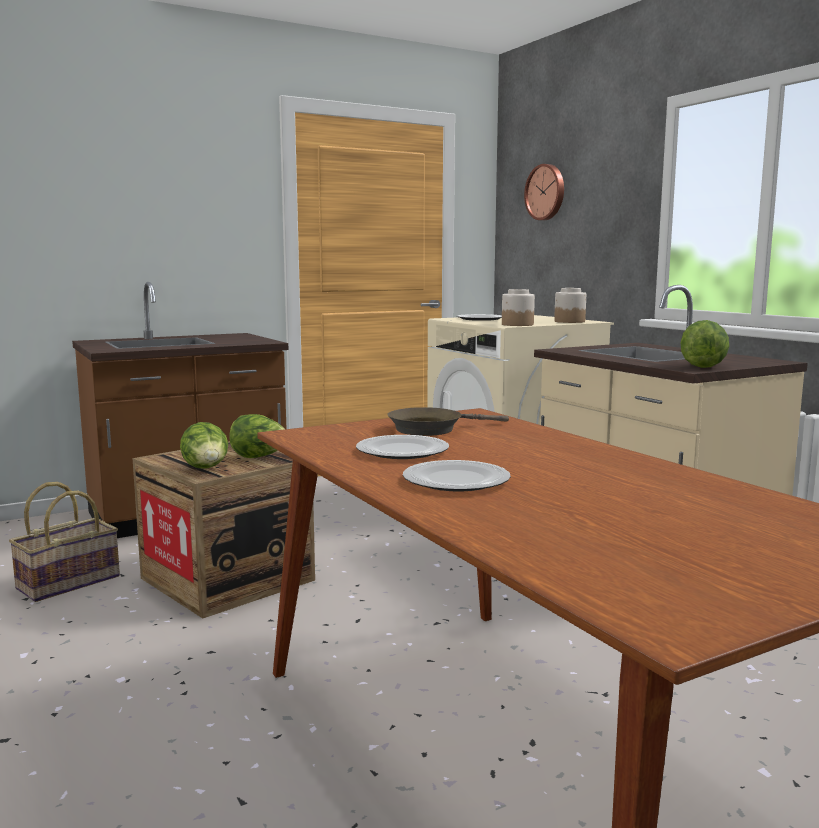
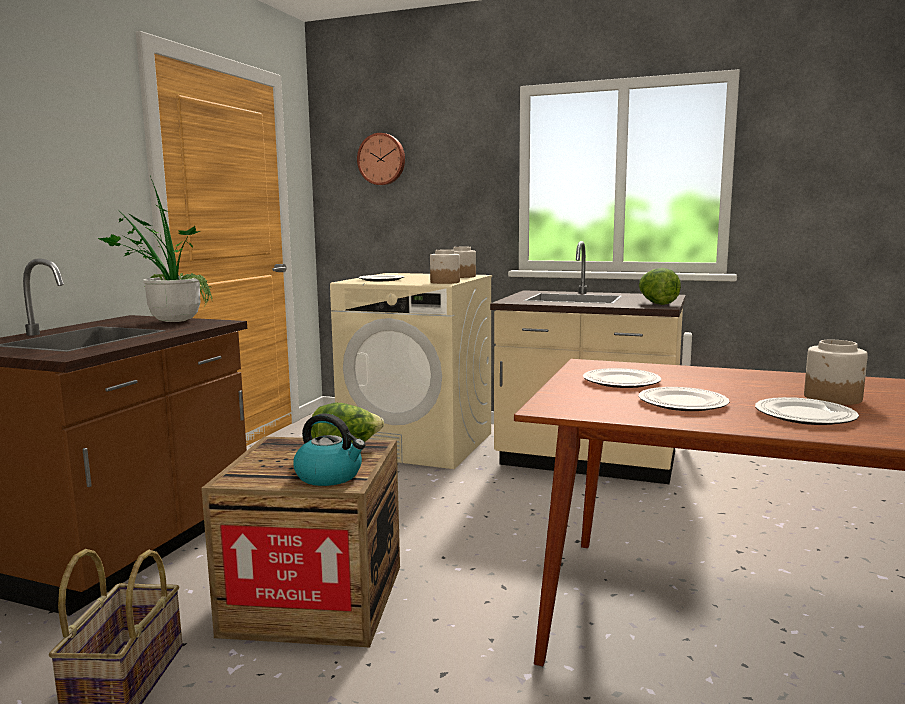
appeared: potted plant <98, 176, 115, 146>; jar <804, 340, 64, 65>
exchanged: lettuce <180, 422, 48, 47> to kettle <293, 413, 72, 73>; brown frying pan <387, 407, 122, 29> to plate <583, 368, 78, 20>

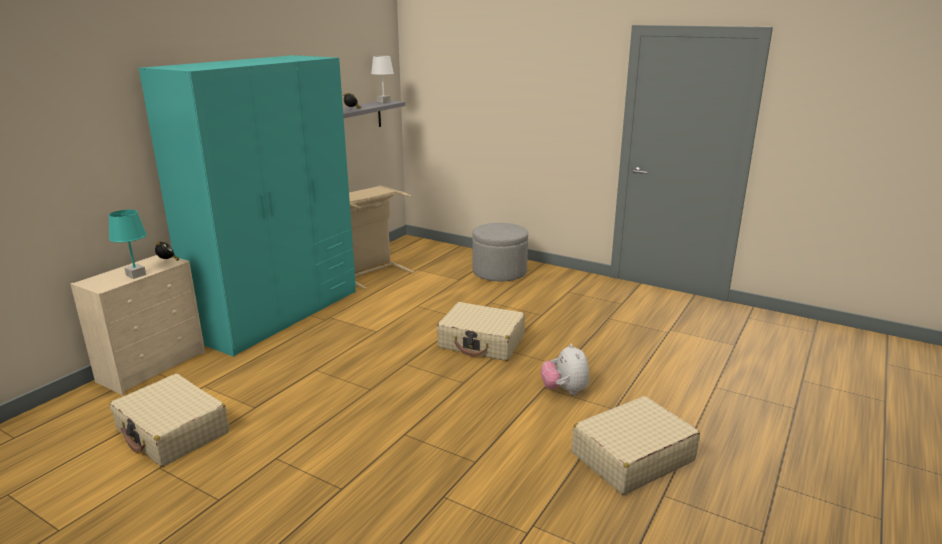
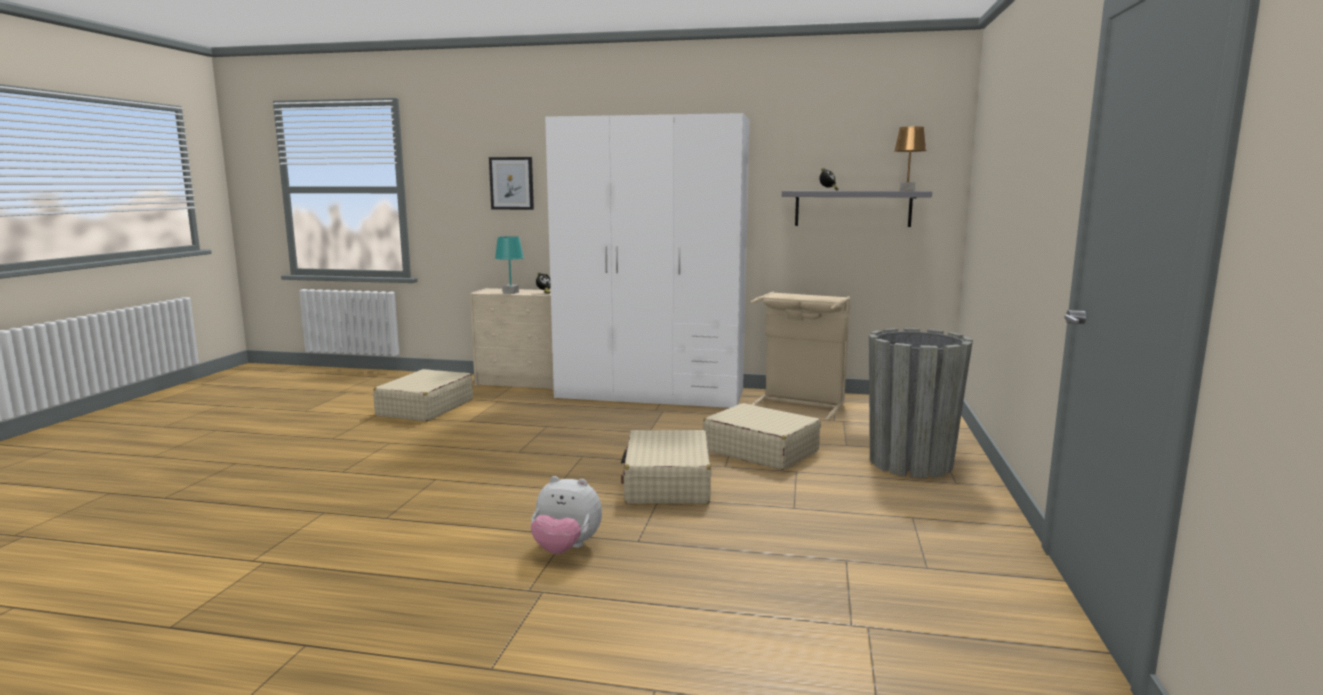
appeared: picture <489, 157, 45, 53>
relocated: beige suitcase <572, 396, 128, 99> to <703, 403, 118, 67>
exchanged: grey ottoman <472, 223, 56, 59> to grey planter <869, 328, 104, 150>
colour: turquoise wardrobe <139, 55, 217, 302> to white wardrobe <545, 113, 204, 295>; white table lamp <371, 56, 23, 47> to brown table lamp <894, 126, 33, 65>
spun: plush toy <541, 344, 48, 51> = <531, 476, 71, 78> 135 degrees counterclockwise

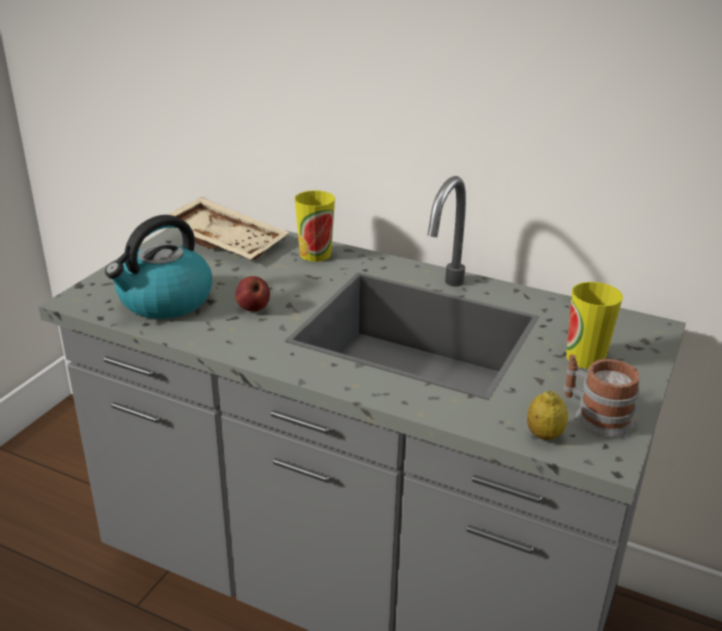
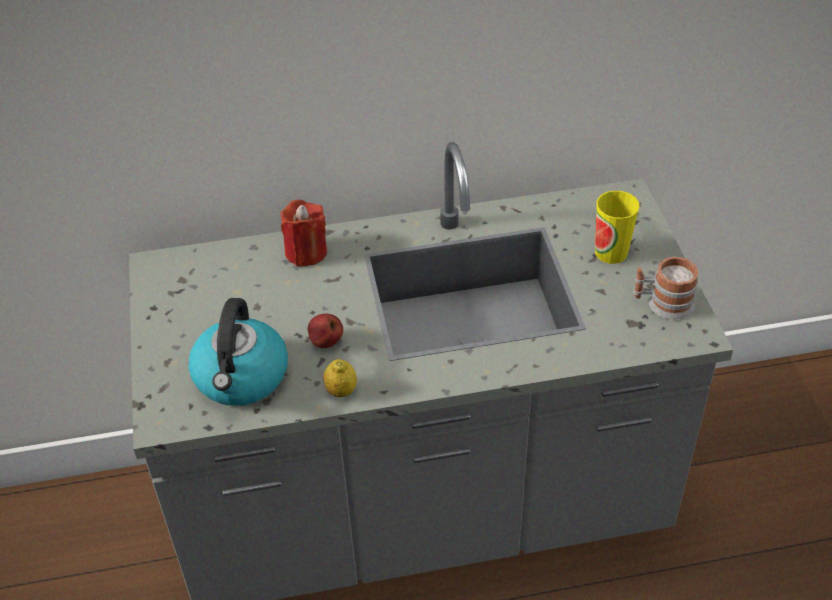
missing: beige tray <168, 197, 121, 63>
relocated: lemon <527, 390, 41, 50> to <323, 359, 34, 38>
exchanged: cup <294, 190, 41, 72> to red candle <281, 200, 46, 67>

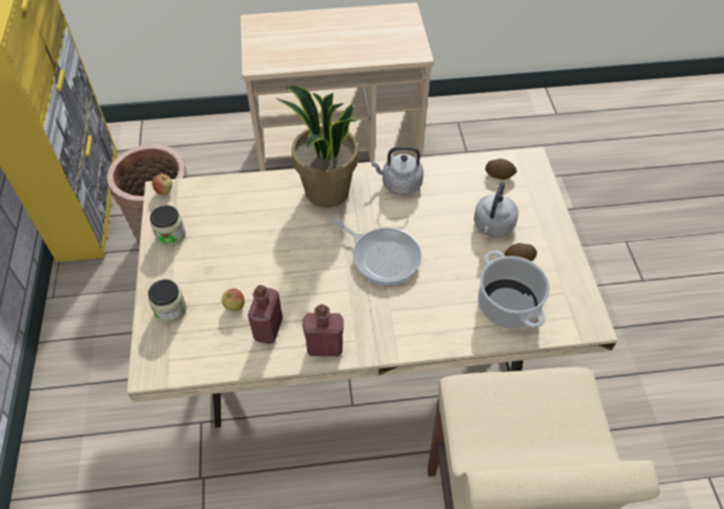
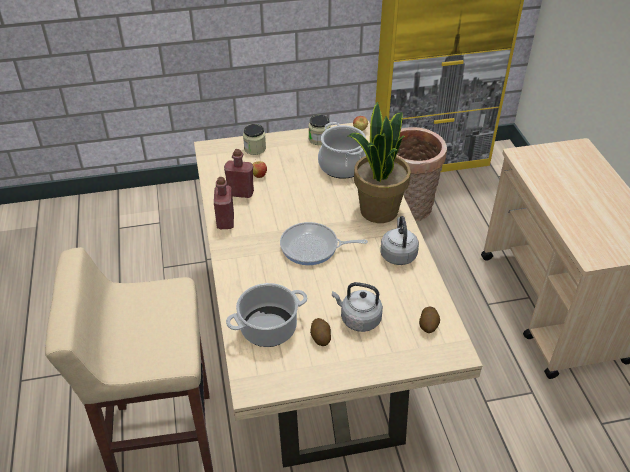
appeared: cooking pot <318, 122, 48, 57>
spun: frying pan <332, 219, 90, 66> = <280, 222, 88, 43> 60 degrees clockwise

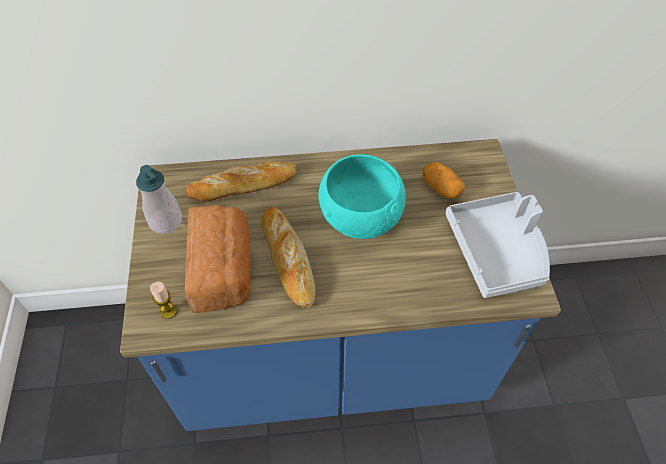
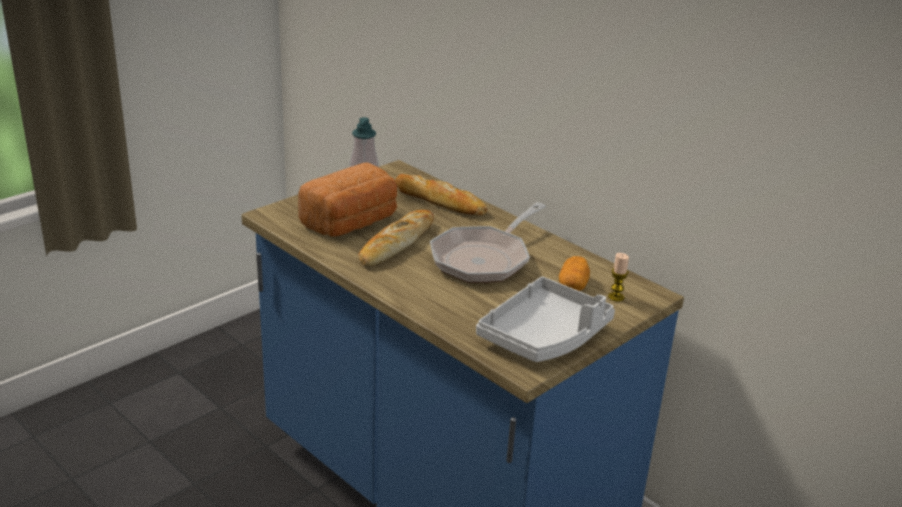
relocated: candle <150, 282, 27, 37> to <608, 253, 21, 49>
exchanged: turquoise bowl <319, 154, 87, 85> to frying pan <430, 202, 116, 81>

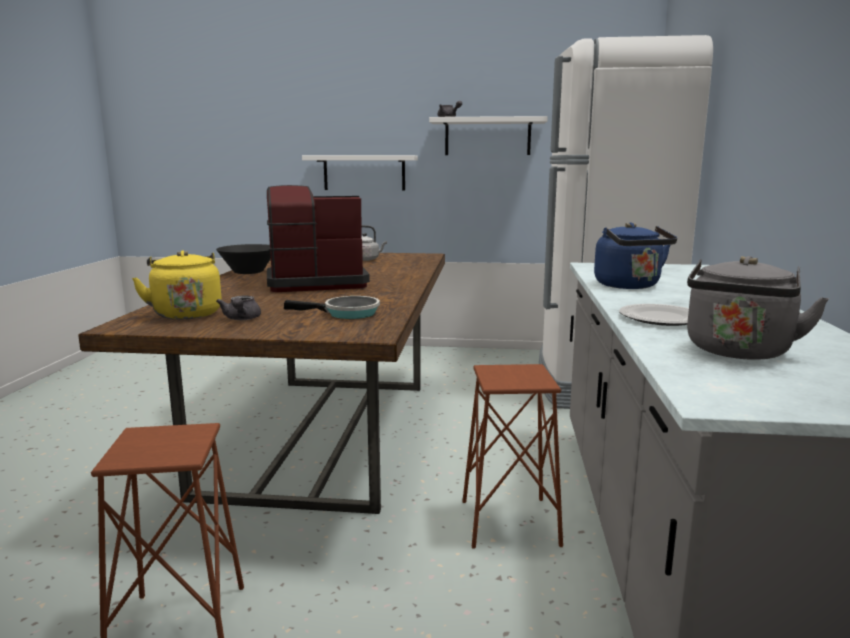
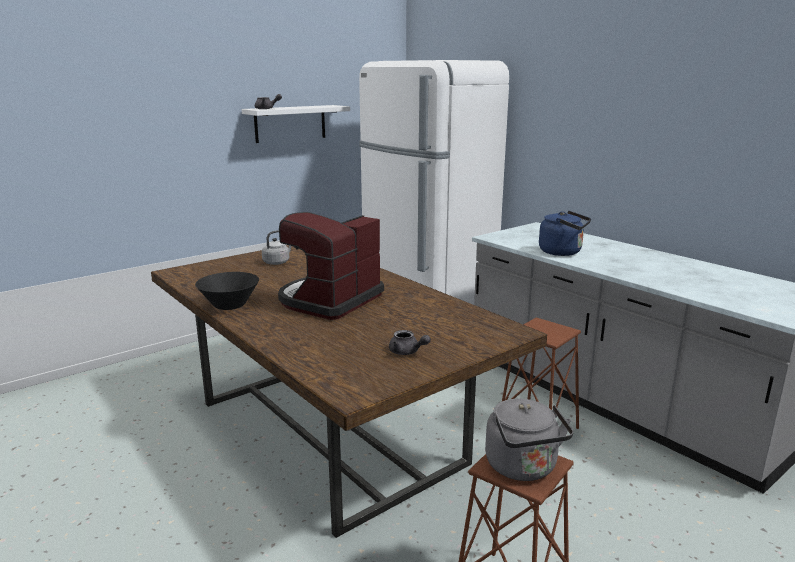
missing: yellow kettle <132, 251, 90, 68>; frying pan <284, 296, 96, 23>; white shelf <302, 155, 116, 35>; plate <619, 304, 70, 22>
relocated: grey kettle <687, 256, 142, 104> to <485, 399, 88, 82>

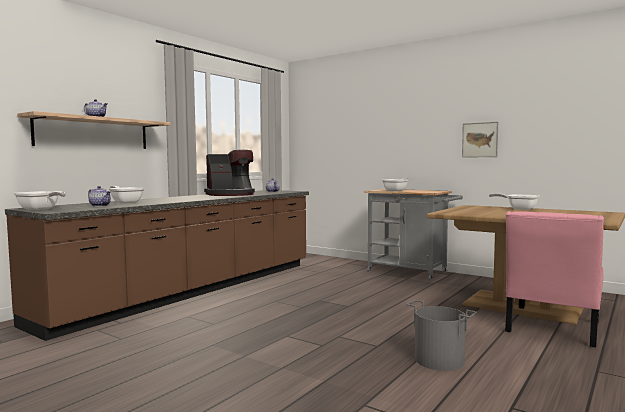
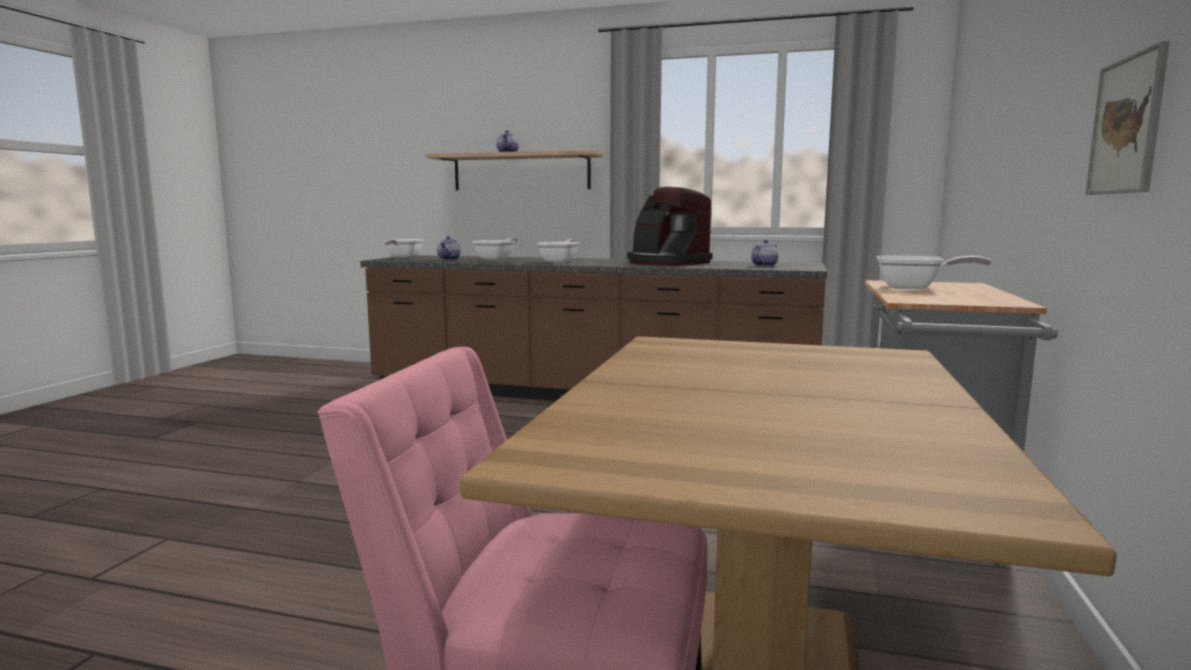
missing: grey bucket <406, 300, 71, 71>
relocated: frying pan <489, 193, 51, 17> to <537, 239, 43, 24>

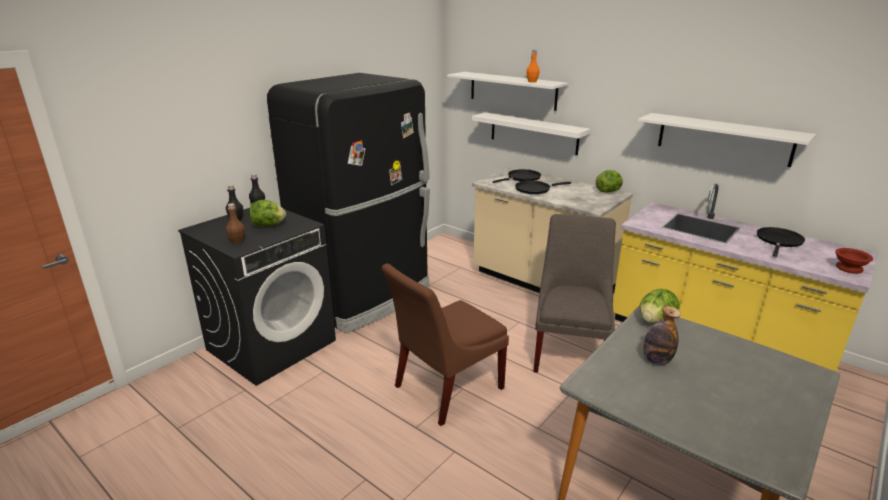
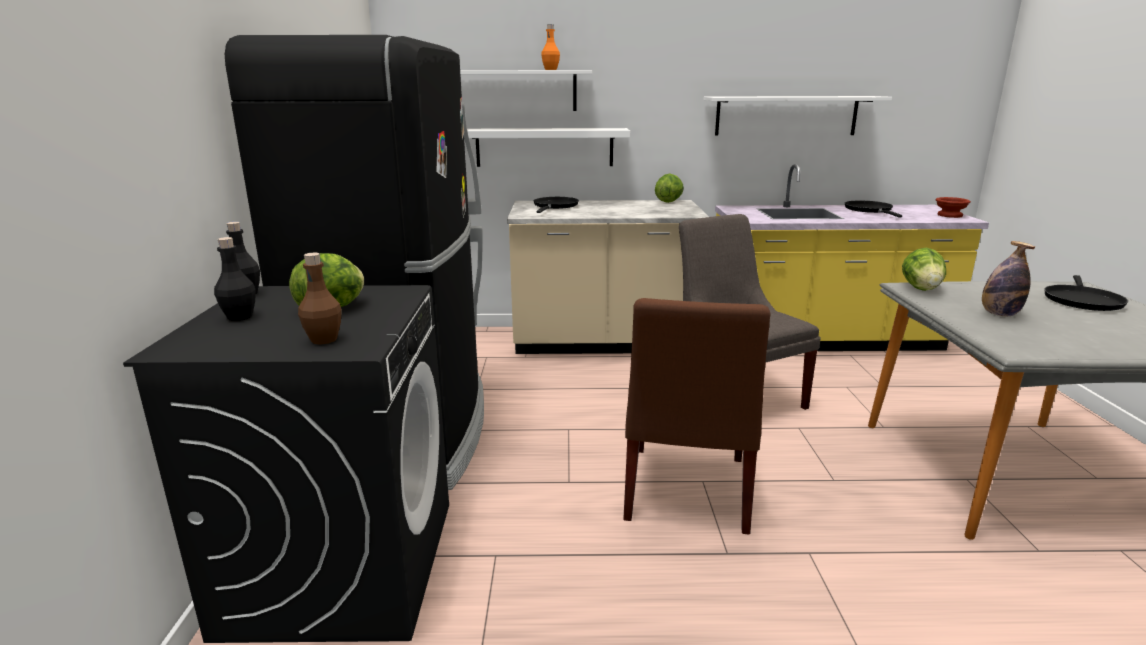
relocated: black frying pan <515, 180, 56, 14> to <1044, 275, 84, 36>

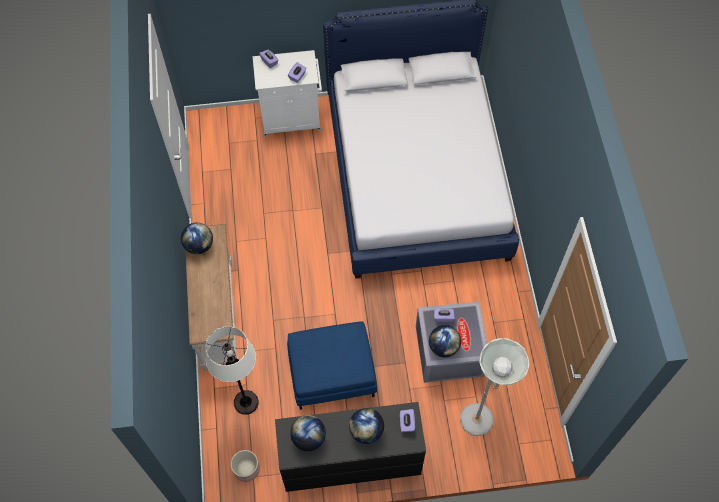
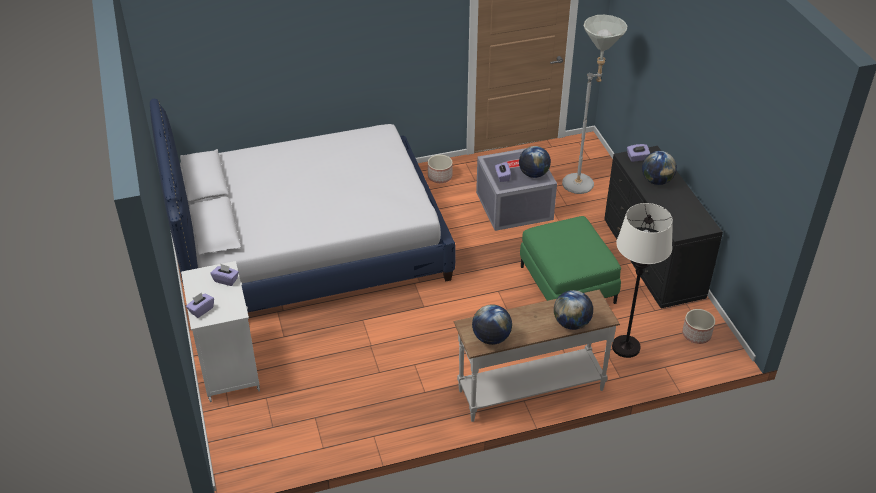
appeared: planter <428, 155, 25, 28>
relocated: globe <290, 415, 36, 36> to <554, 290, 39, 40>
colour: blue ottoman <287, 321, 90, 89> to green ottoman <520, 216, 101, 88>

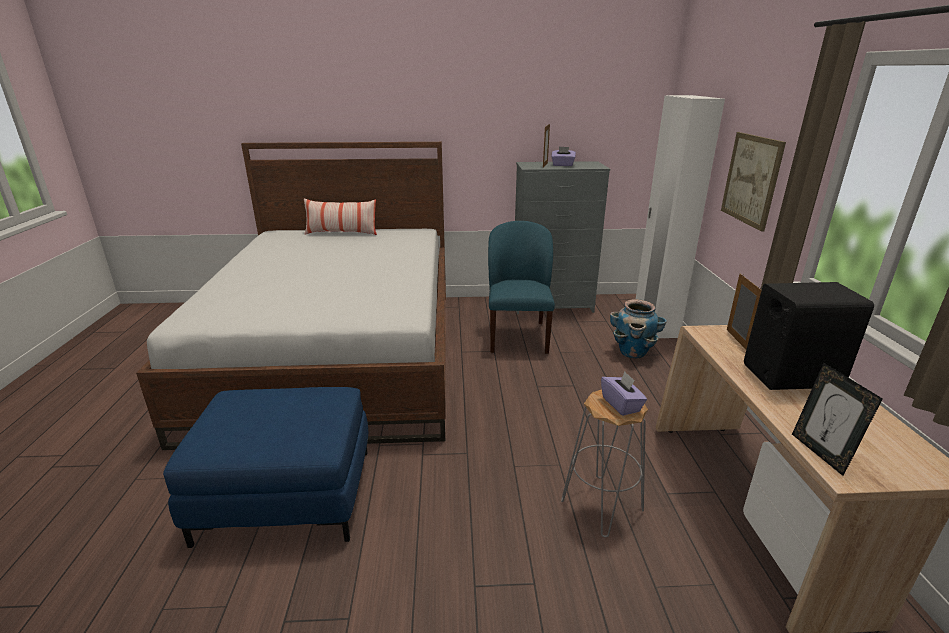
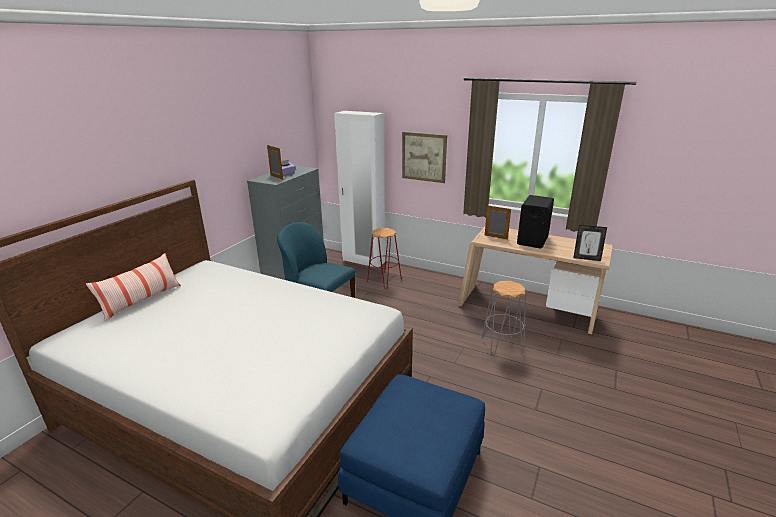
missing: purple tissue box <601, 372, 46, 44>
exchanged: planter <610, 299, 57, 59> to red stool <367, 228, 35, 61>

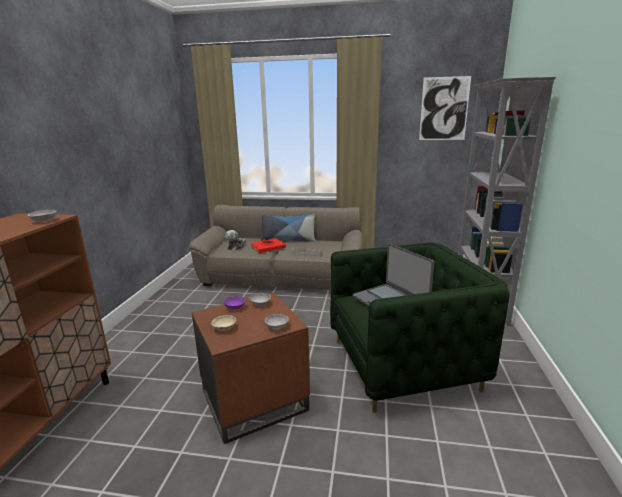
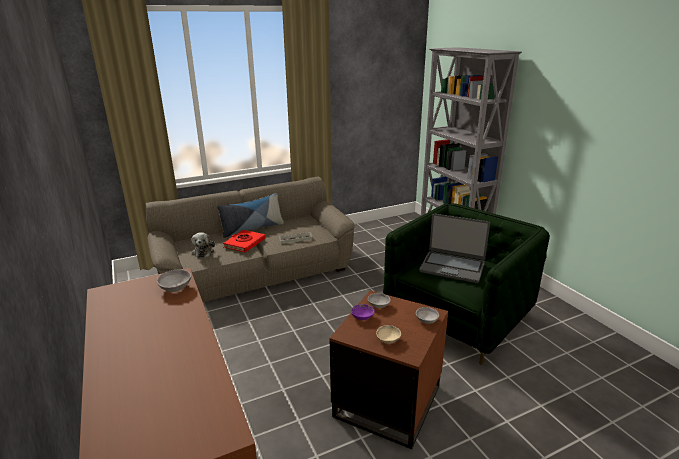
missing: picture <419, 76, 52, 64>

